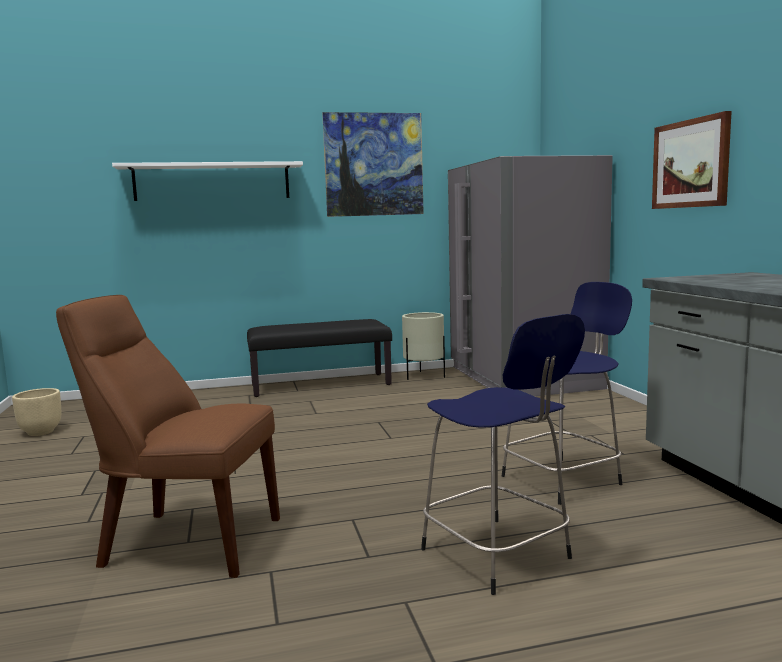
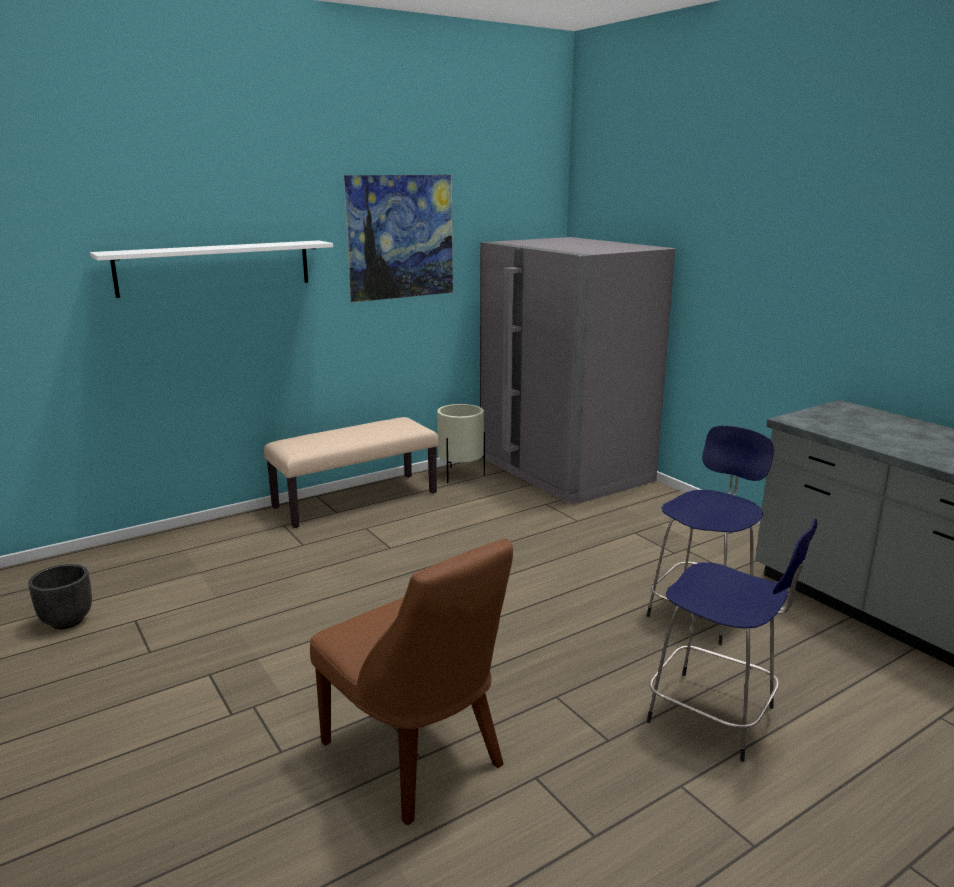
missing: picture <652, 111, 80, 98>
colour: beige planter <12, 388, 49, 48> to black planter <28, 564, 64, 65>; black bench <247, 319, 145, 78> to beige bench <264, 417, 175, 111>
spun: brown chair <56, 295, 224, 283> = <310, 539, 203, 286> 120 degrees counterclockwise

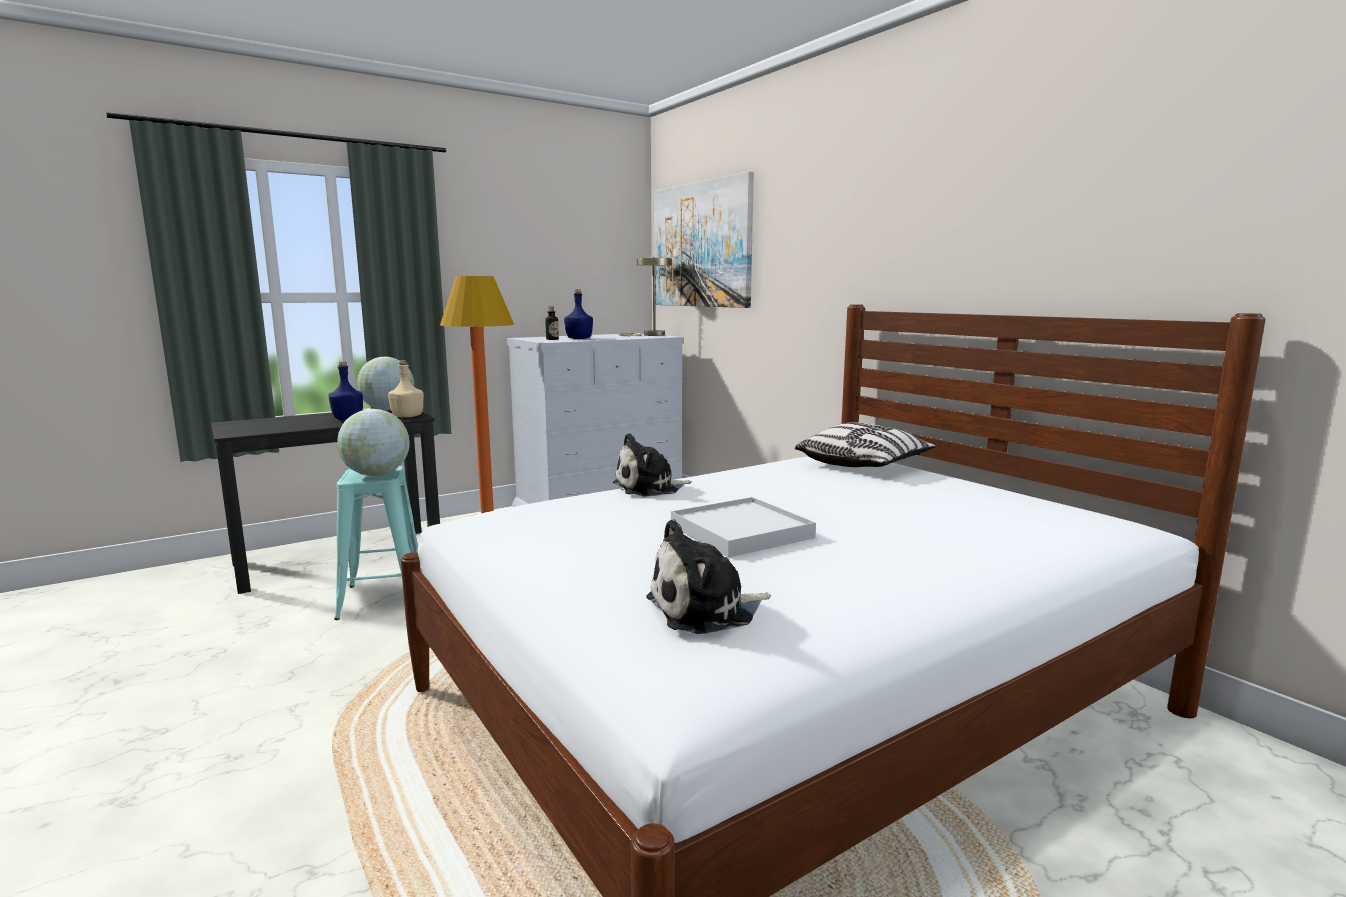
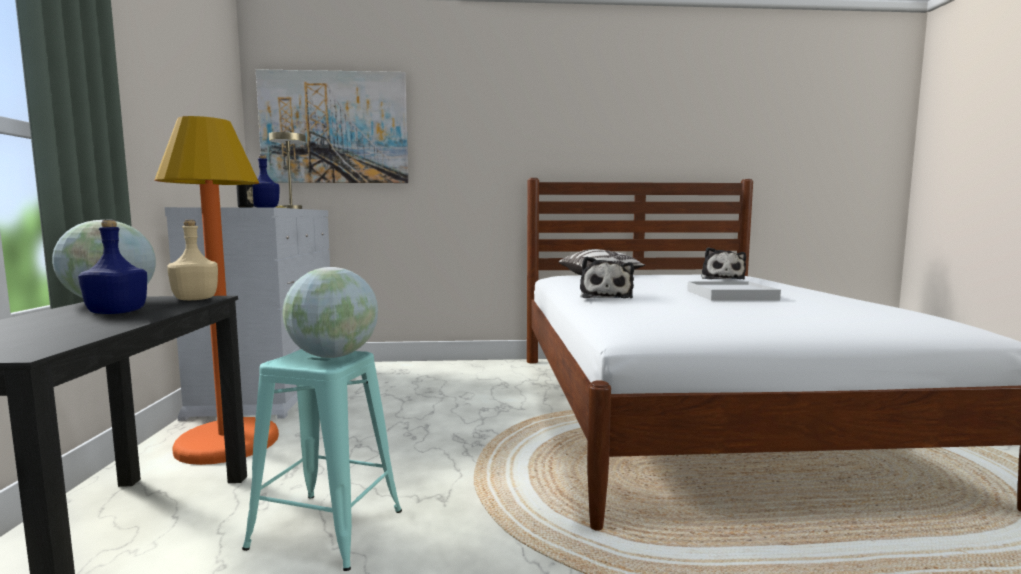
relocated: plush toy <646, 519, 125, 115> to <701, 247, 45, 33>

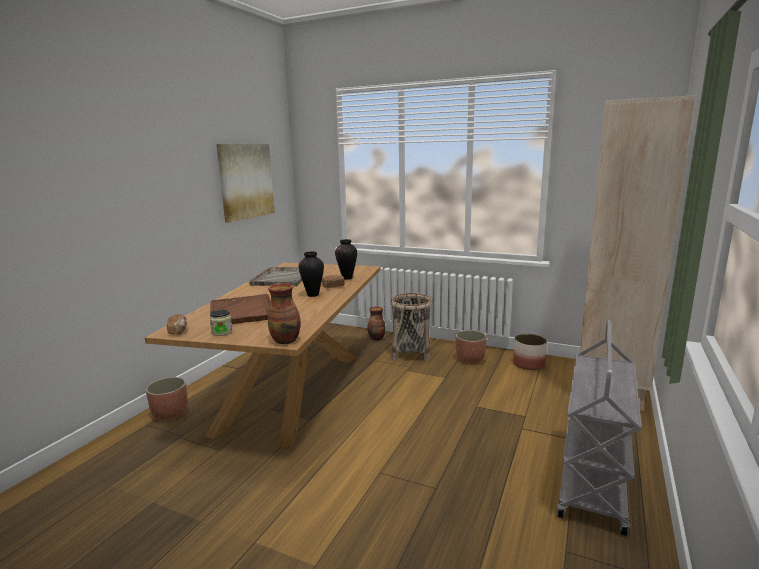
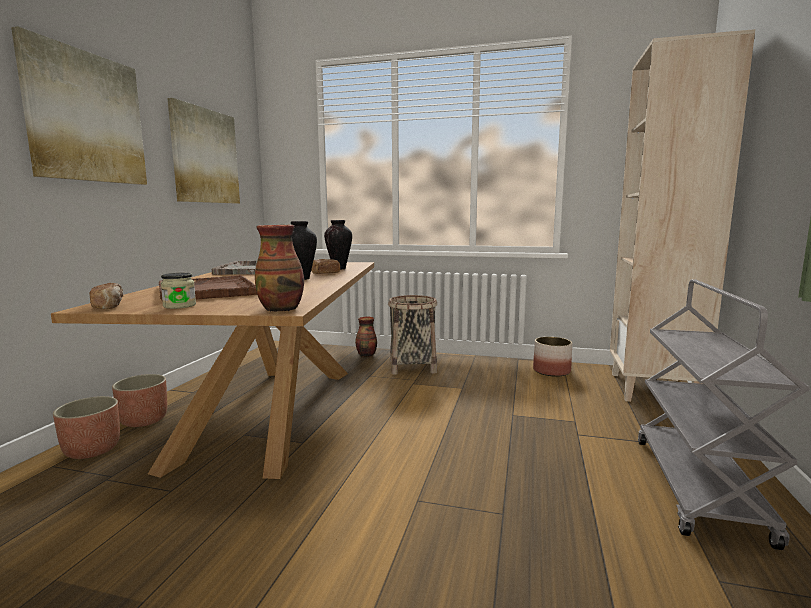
appeared: picture <11, 26, 136, 159>
relocated: planter <456, 330, 31, 34> to <112, 374, 55, 53>

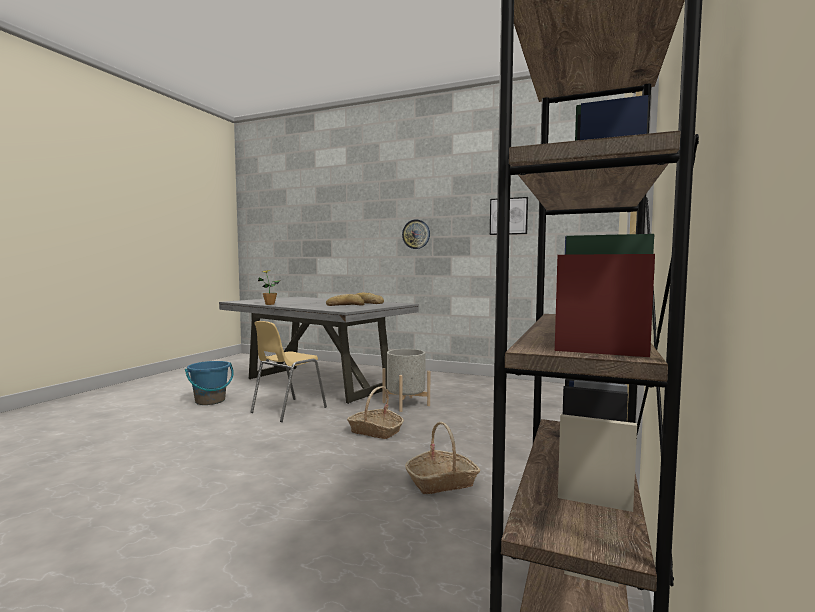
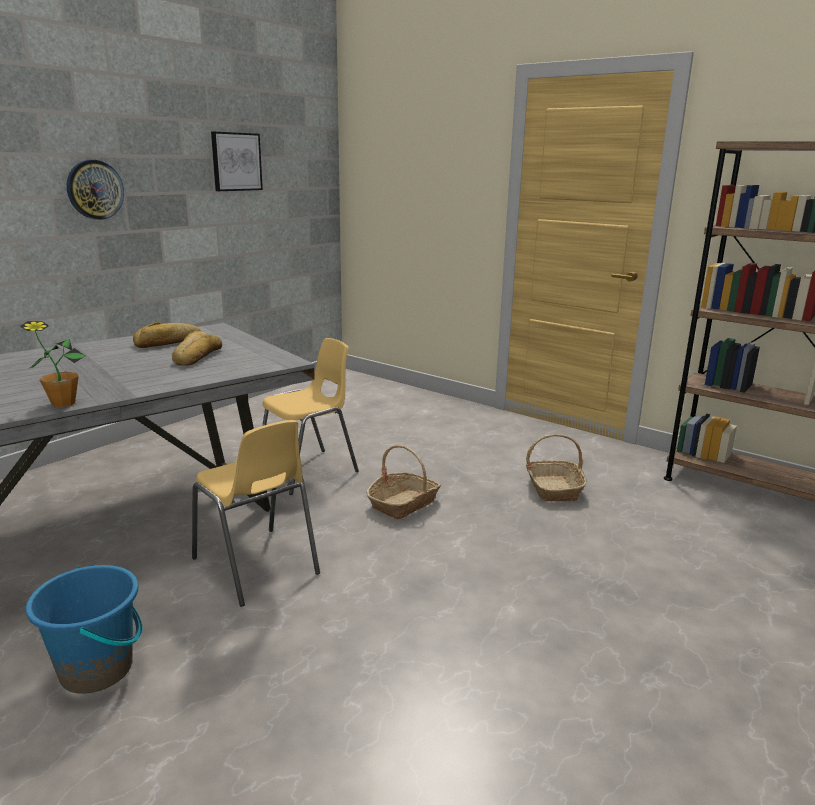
exchanged: grey planter <382, 349, 48, 63> to yellow chair <262, 338, 97, 157>

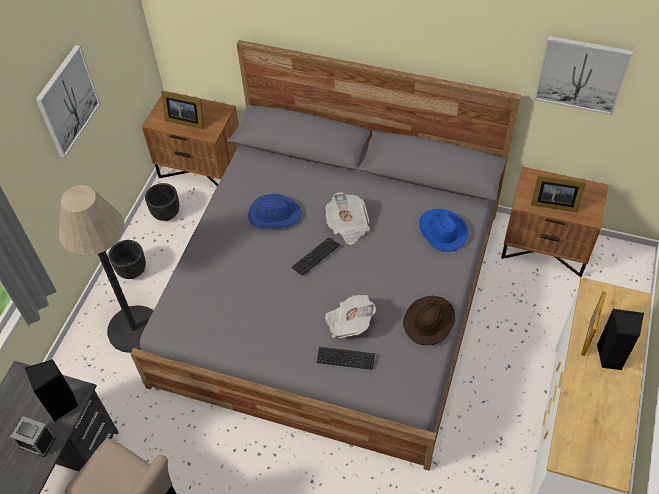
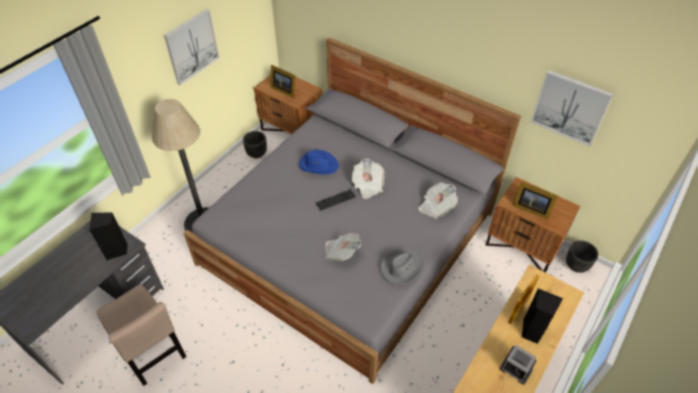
missing: keyboard <317, 347, 58, 23>
relocated: alarm clock <10, 416, 46, 41> to <500, 345, 37, 39>; black planter <109, 240, 37, 39> to <566, 241, 32, 32>
exchanged: blue hat <419, 209, 50, 43> to newspaper <419, 182, 39, 37>
colour: brown hat <403, 296, 52, 49> to grey hat <380, 249, 44, 36>

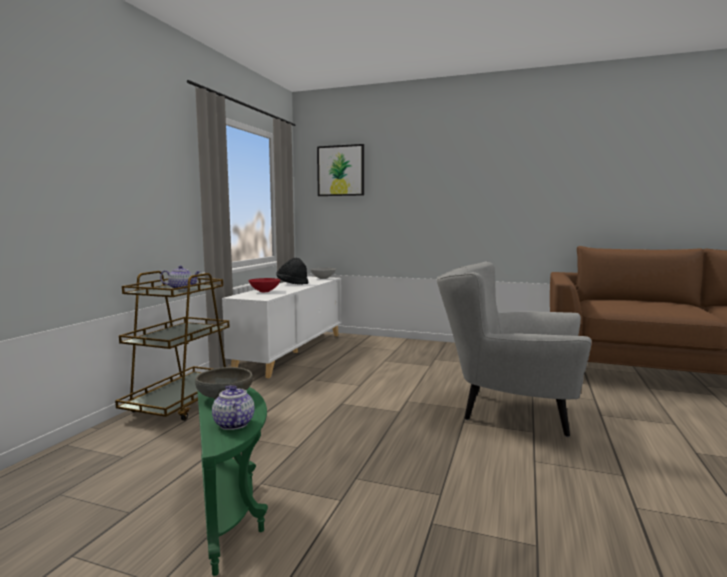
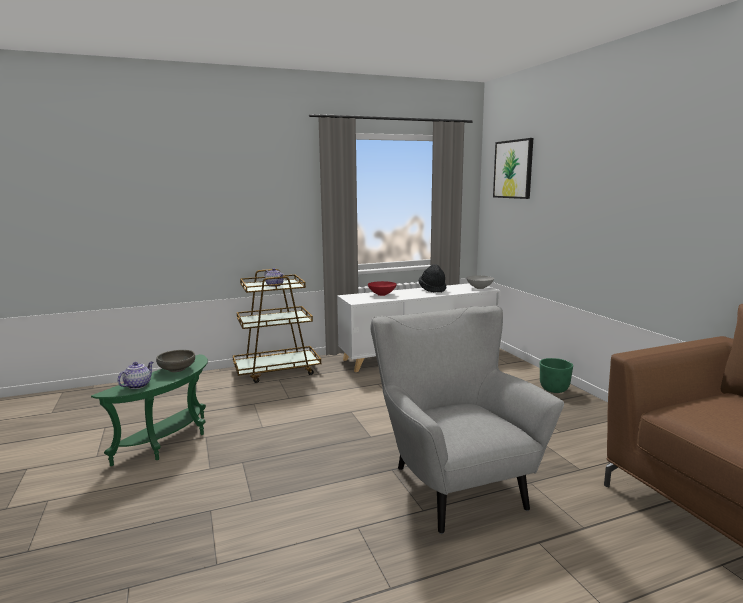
appeared: green planter <540, 358, 33, 35>

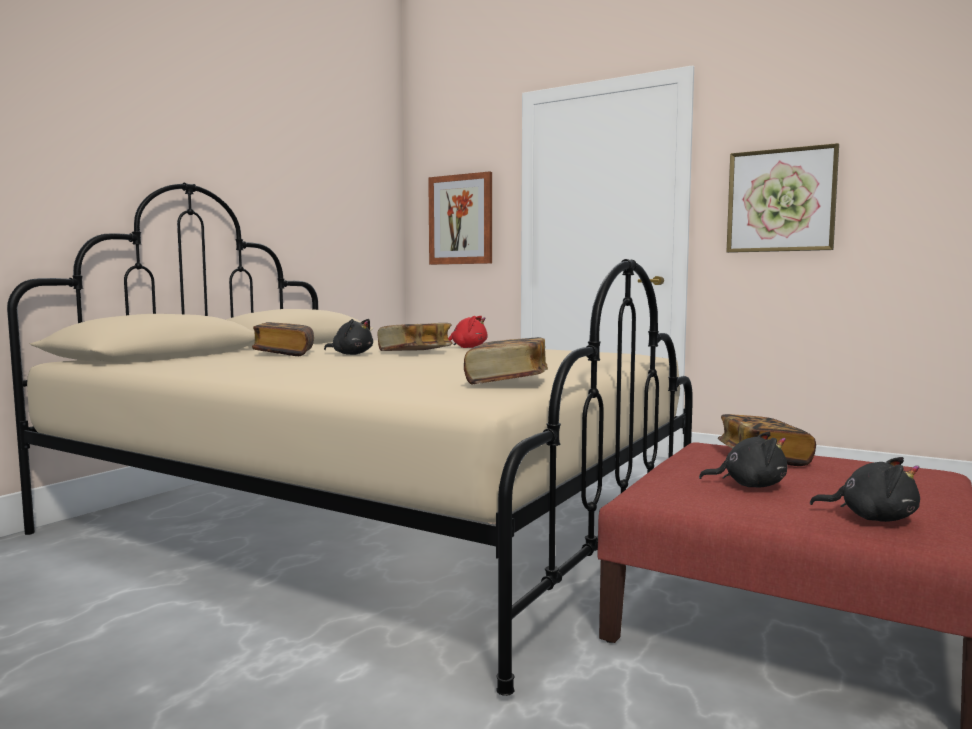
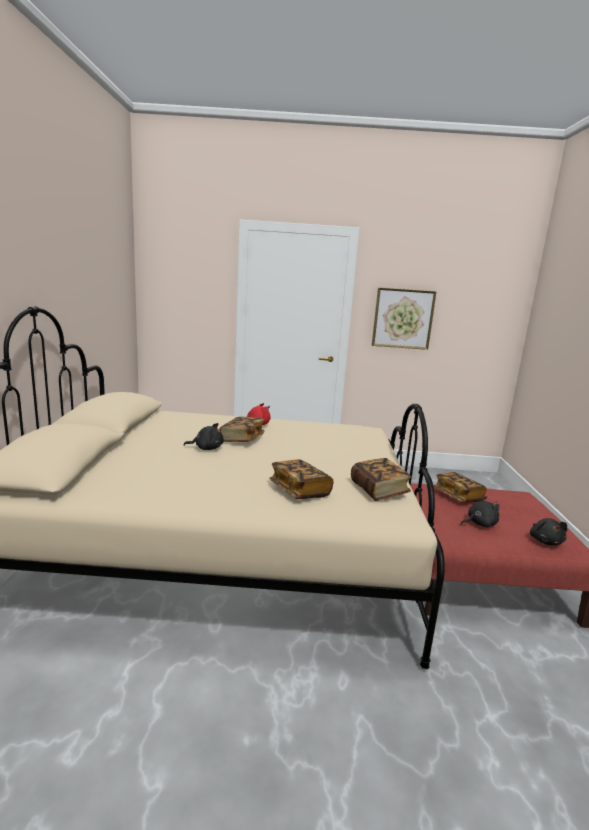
missing: picture <428, 171, 64, 94>
relocated: book <252, 322, 62, 34> to <269, 460, 64, 39>
spun: black plush toy <810, 457, 110, 65> = <530, 518, 37, 27> 90 degrees clockwise

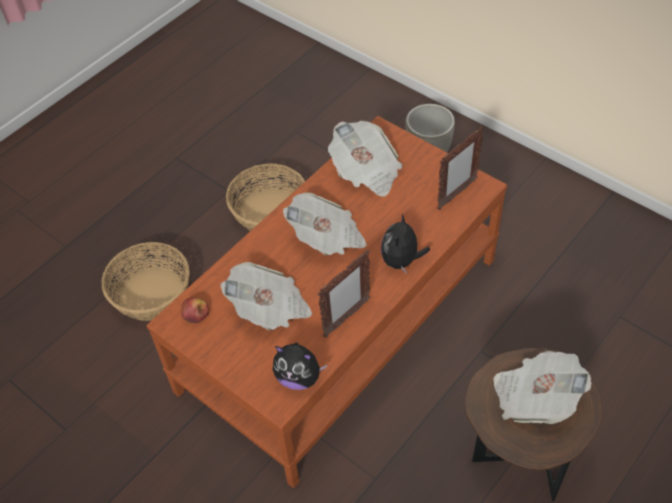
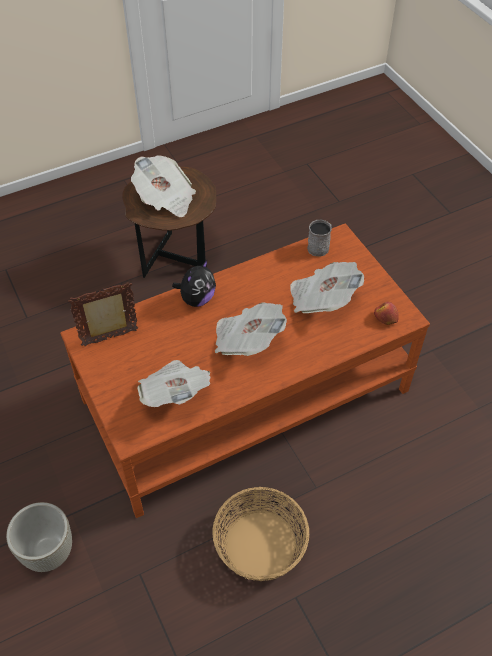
missing: basket <102, 242, 88, 79>; picture frame <318, 249, 52, 89>
exchanged: plush toy <273, 342, 54, 48> to grey mug <307, 220, 25, 36>

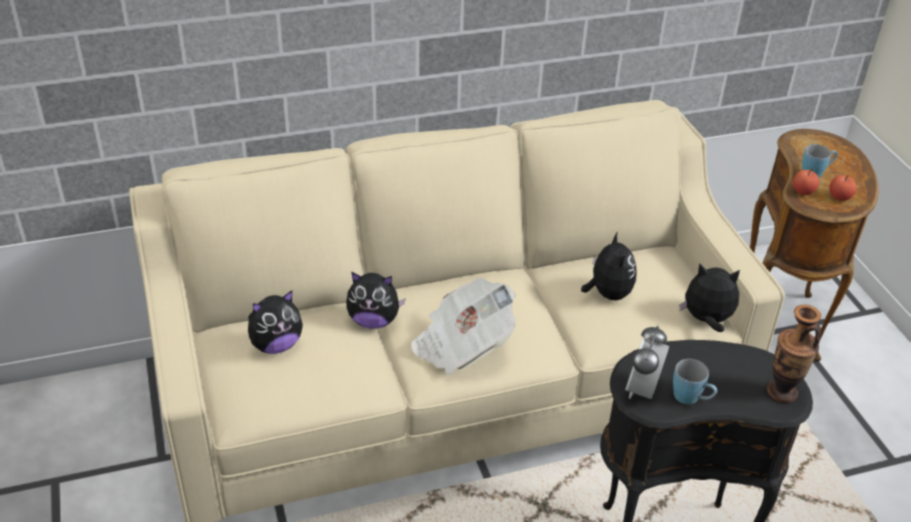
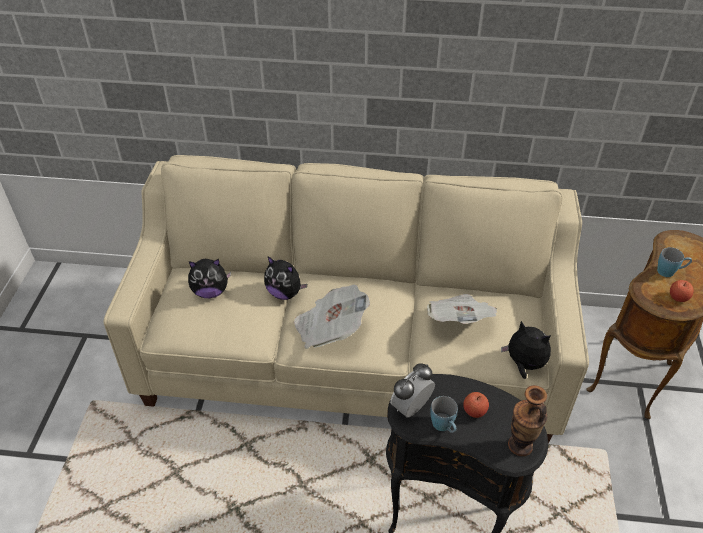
relocated: apple <793, 169, 26, 26> to <463, 392, 26, 26>
exchanged: plush toy <581, 231, 55, 69> to newspaper <427, 294, 70, 30>

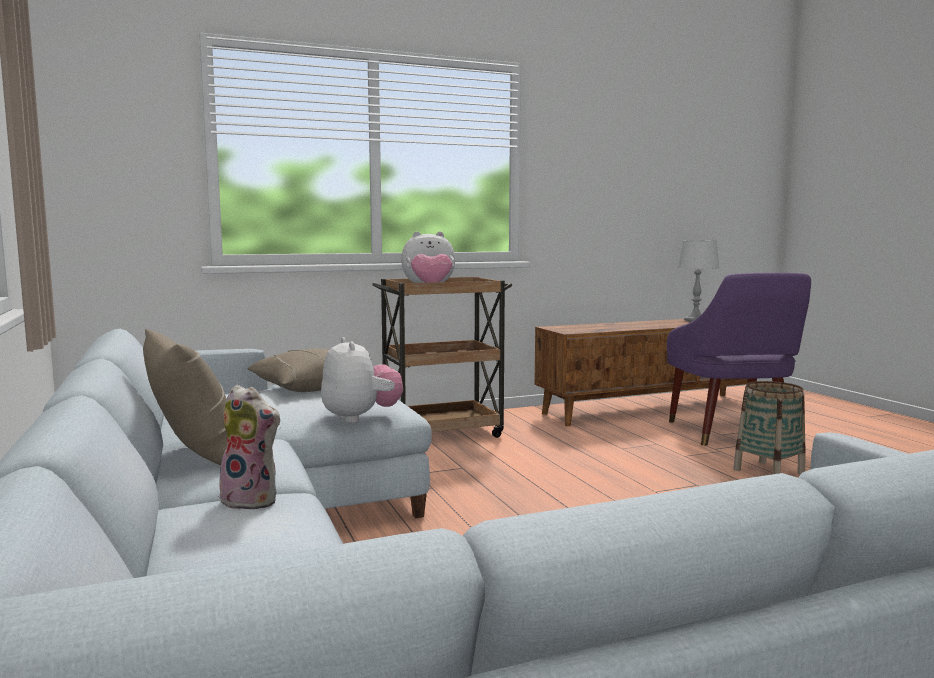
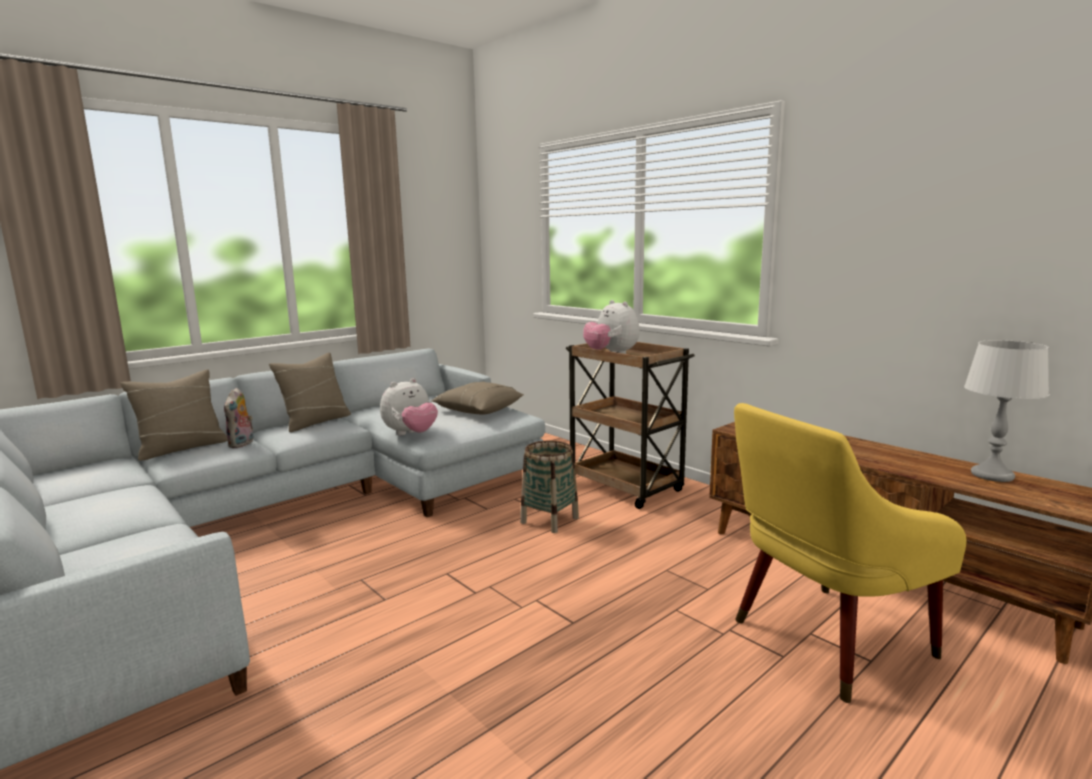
appeared: beige pillow <120, 369, 108, 92>
relocated: basket <733, 381, 73, 94> to <520, 440, 59, 93>
colour: purple armchair <667, 273, 144, 173> to yellow armchair <734, 403, 232, 300>

